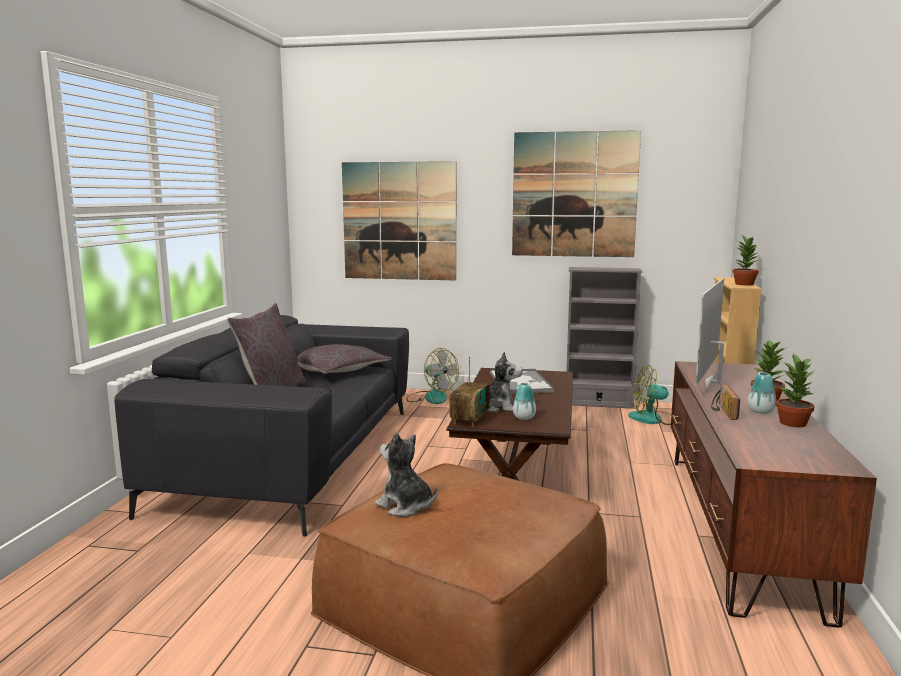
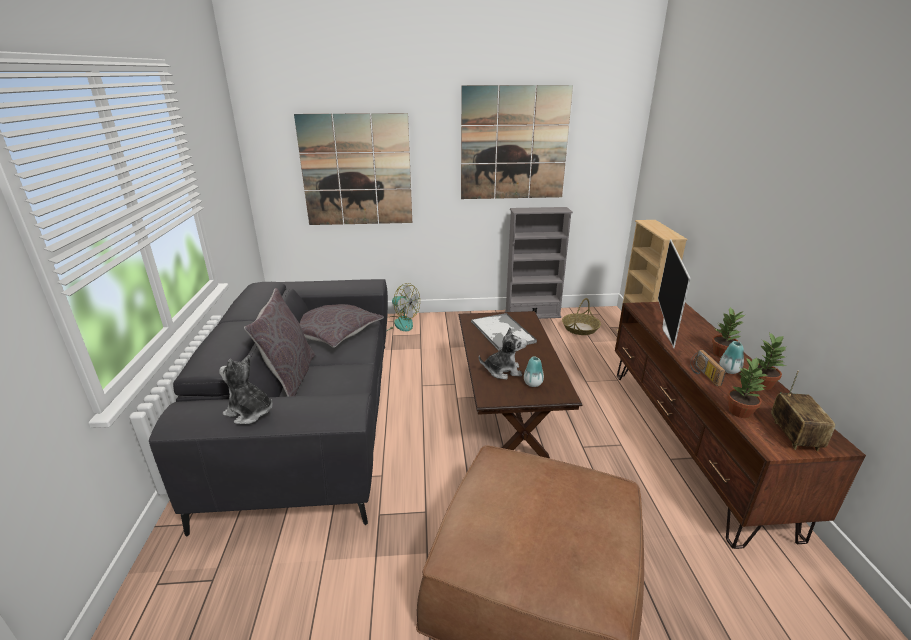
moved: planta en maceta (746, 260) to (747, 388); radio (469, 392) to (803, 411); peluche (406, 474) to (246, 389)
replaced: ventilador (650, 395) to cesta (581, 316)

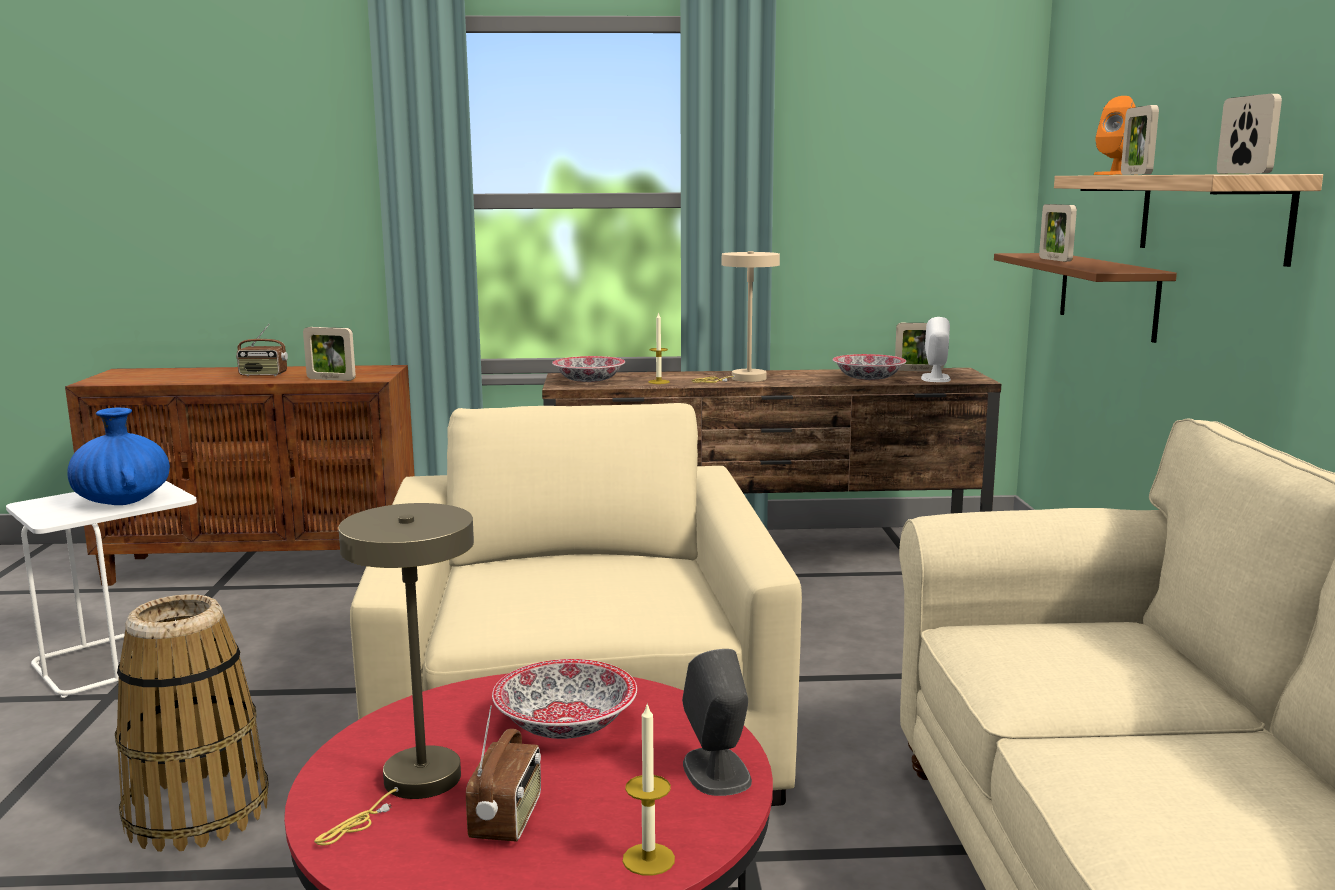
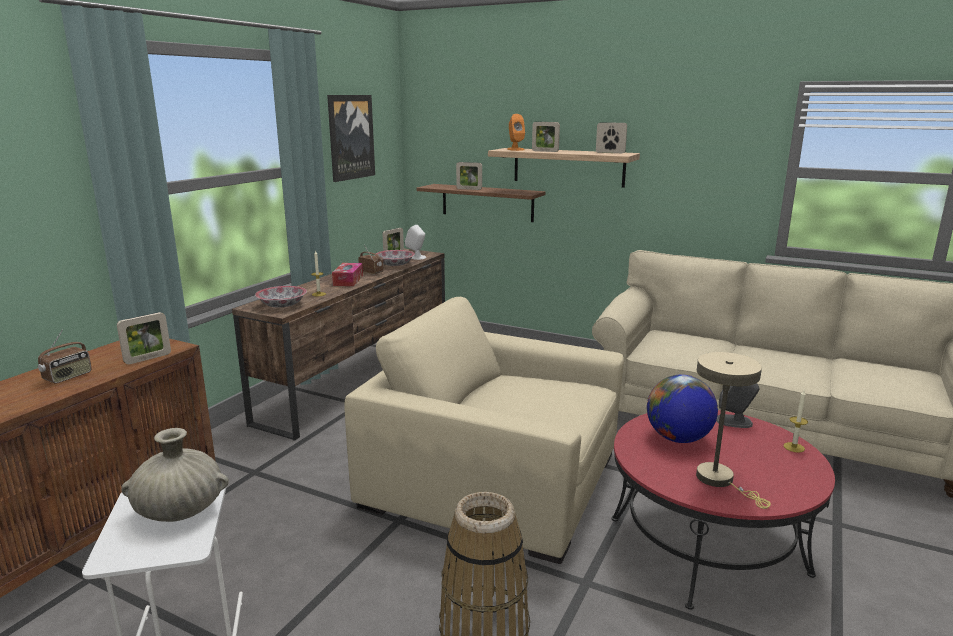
added: cuadro (351, 138)
moved: radio (503, 773) to (371, 260)
replaced: lámpara de mesa (beis) (736, 317) to caja de pañuelos (347, 274); cuenco (564, 699) to globo terráqueo (682, 409)
recoloured: florero (azul) (119, 456) to florero (beis) (175, 475)

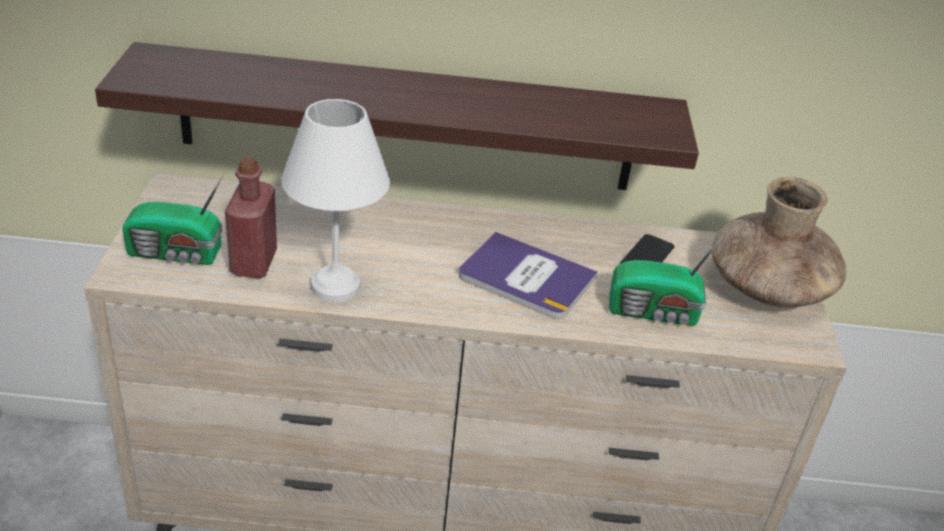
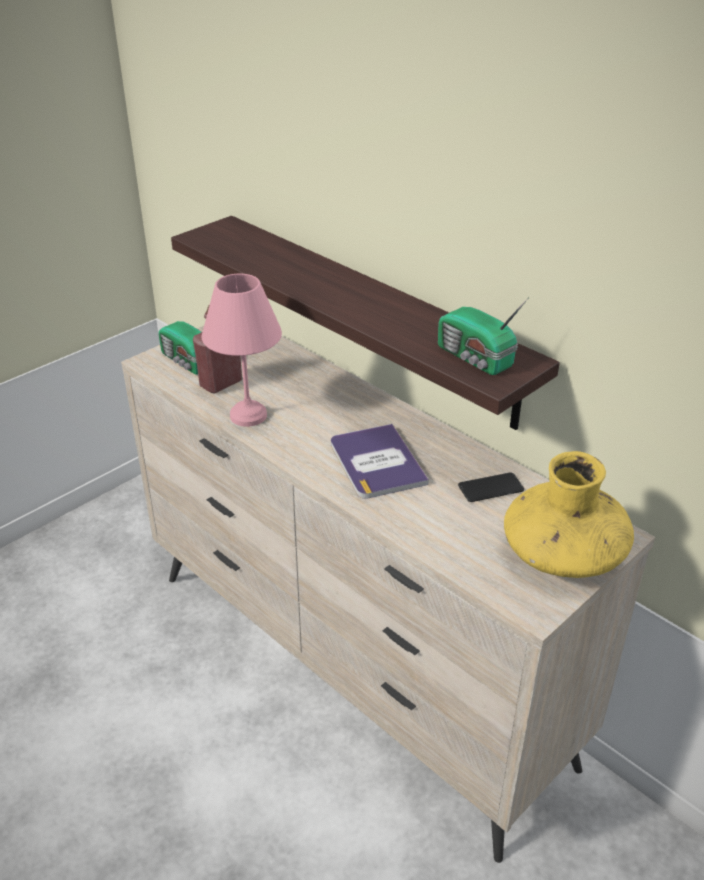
moved: radio (666, 281) to (483, 336)
recoloured: lámpara de mesa (blanco) (335, 200) to lámpara de mesa (rosa) (242, 350); florero (marrón) (779, 242) to florero (amarillo) (569, 514)

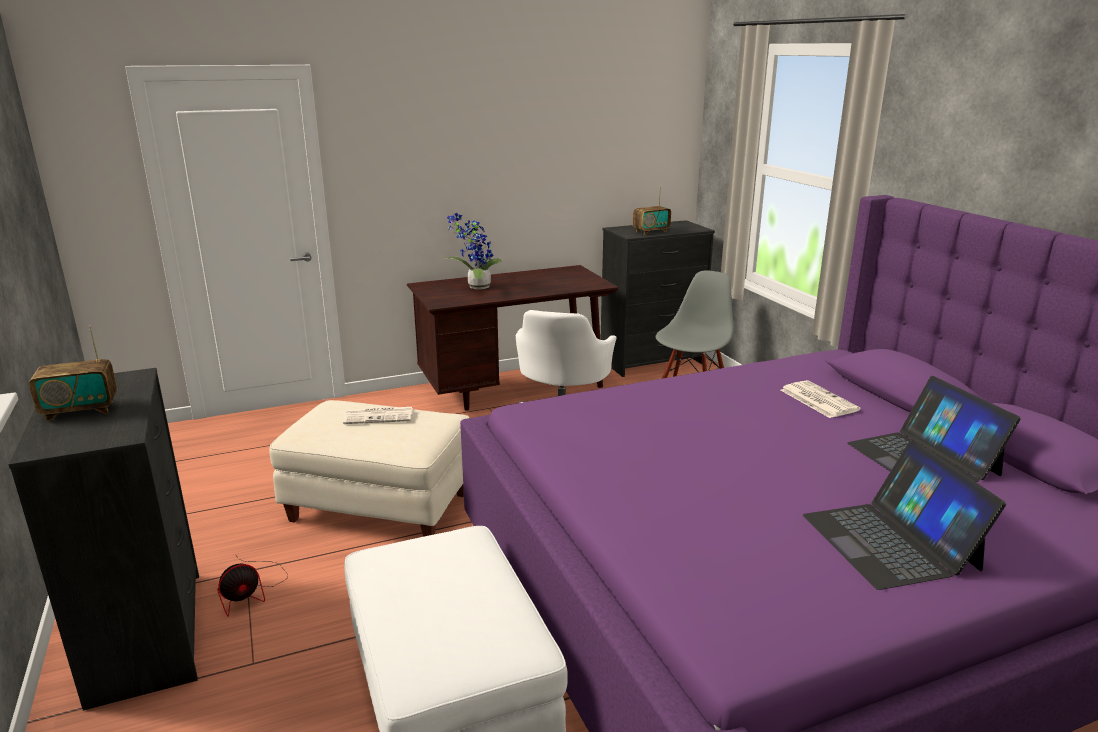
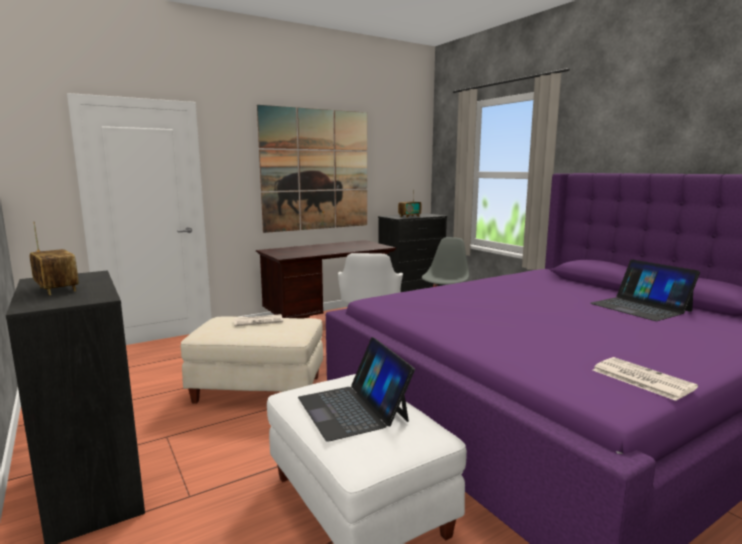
removed: planta en maceta (474, 251); ventilador (252, 585)
added: cuadro (312, 169)
moved: periódico (820, 399) to (645, 379); portátil (904, 515) to (356, 389)
turned: radio (73, 373) = (54, 258) 105 degrees counterclockwise

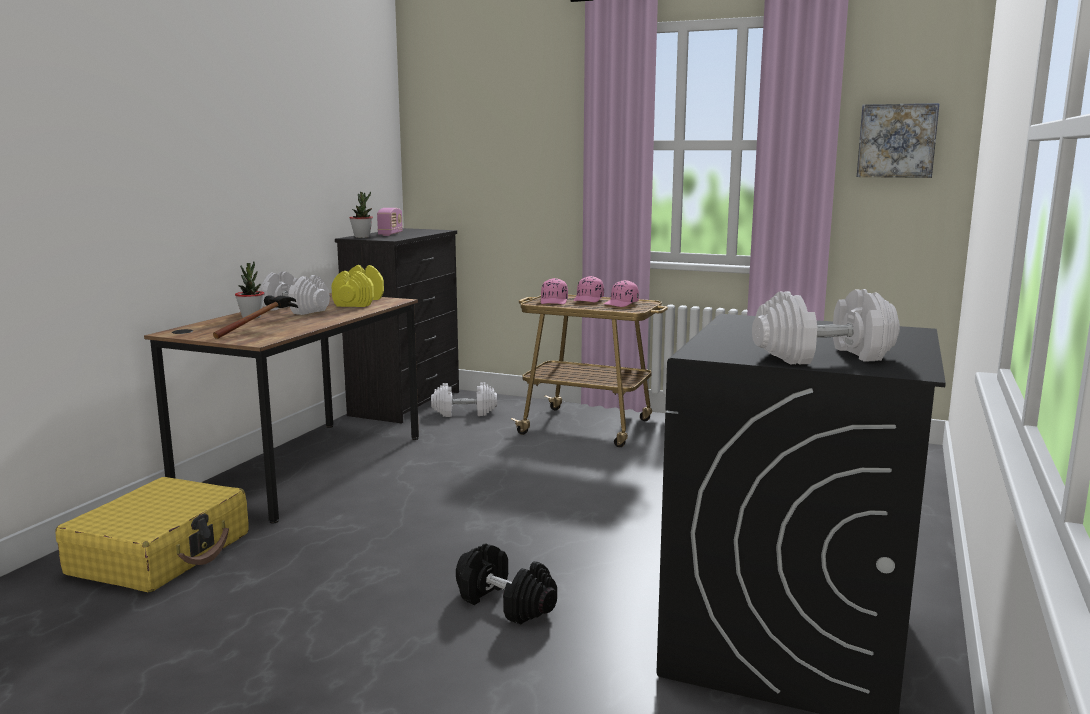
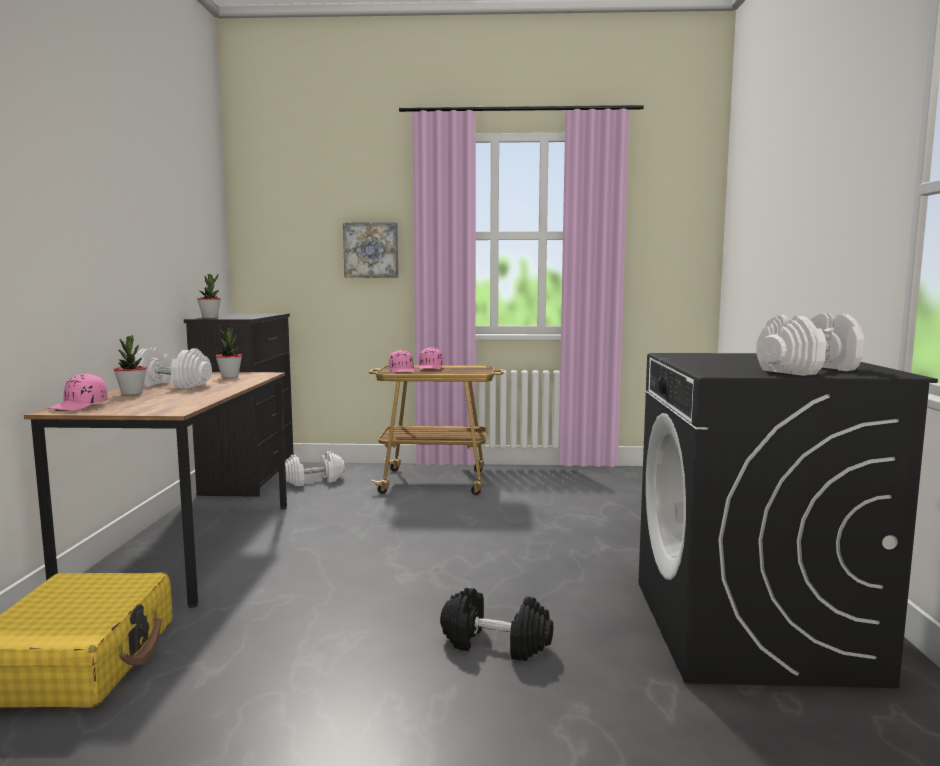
removed: radio (390, 222); martillo (255, 317)
moved: cuadro (898, 140) to (370, 250); gorra (rosa) (621, 293) to (78, 392)
replaced: mancuerna (amarillo) (357, 286) to planta en maceta (228, 353)

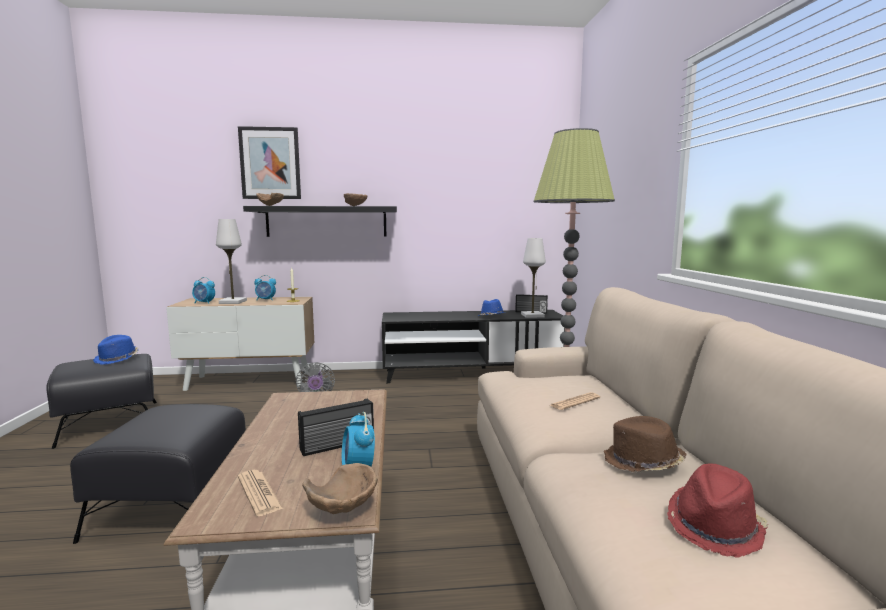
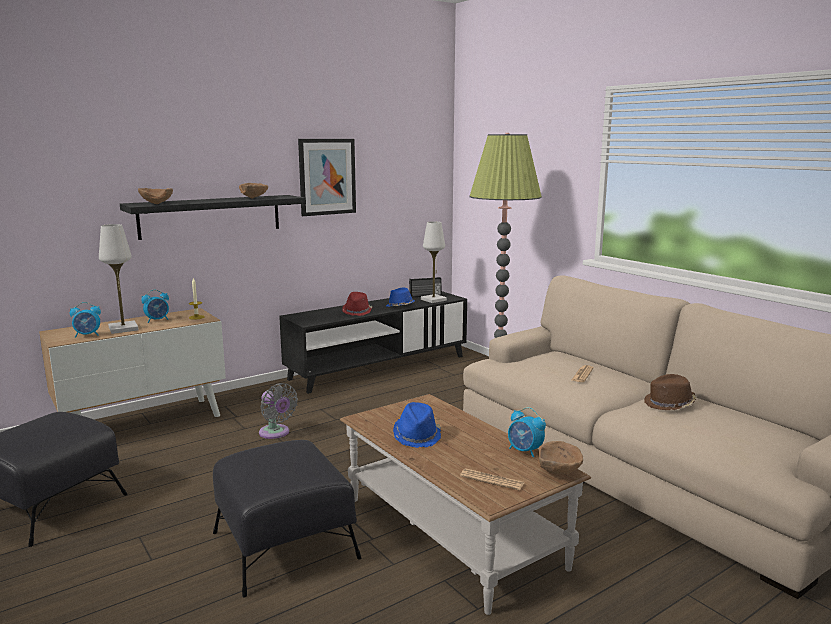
removed: radio (336, 427)
moved: cuadro (269, 162) to (327, 177); sombrero (azul) (115, 350) to (417, 425); sombrero (rojo) (717, 511) to (357, 304)

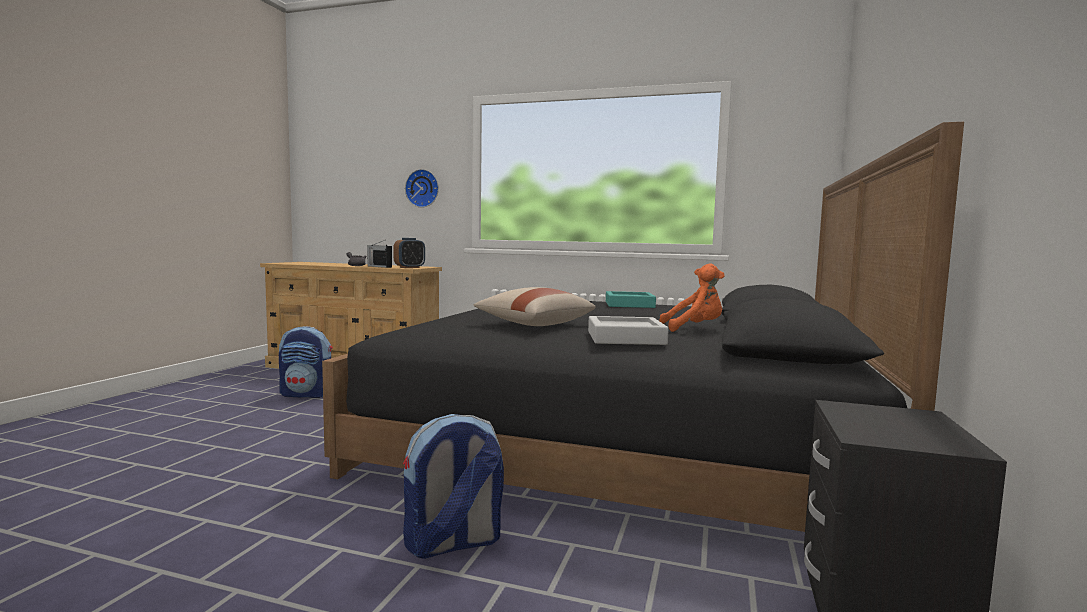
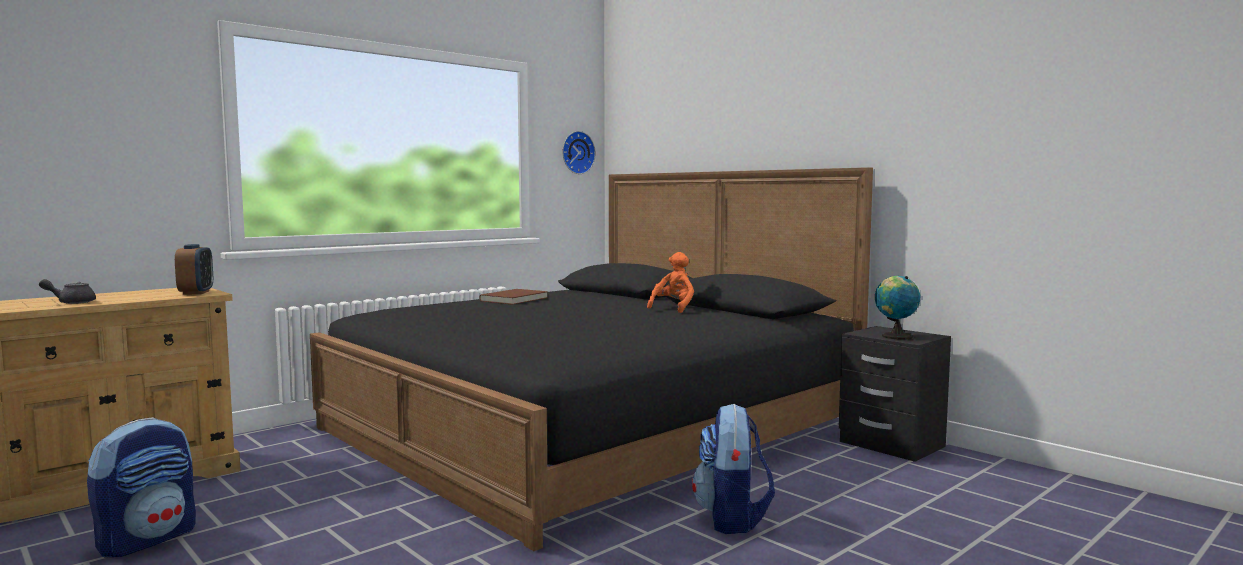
removed: radio (379, 254); cojín (beis) (534, 306); bandeja (gris) (628, 330)
added: globo terráqueo (897, 308)
moved: reloj de pared (422, 188) to (579, 152)
replaced: bandeja (turquesa) (631, 299) to libro (marrón) (514, 297)

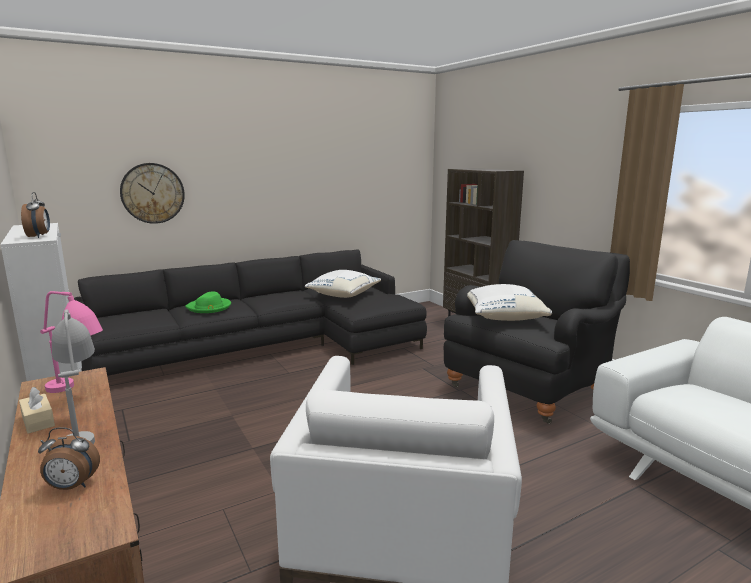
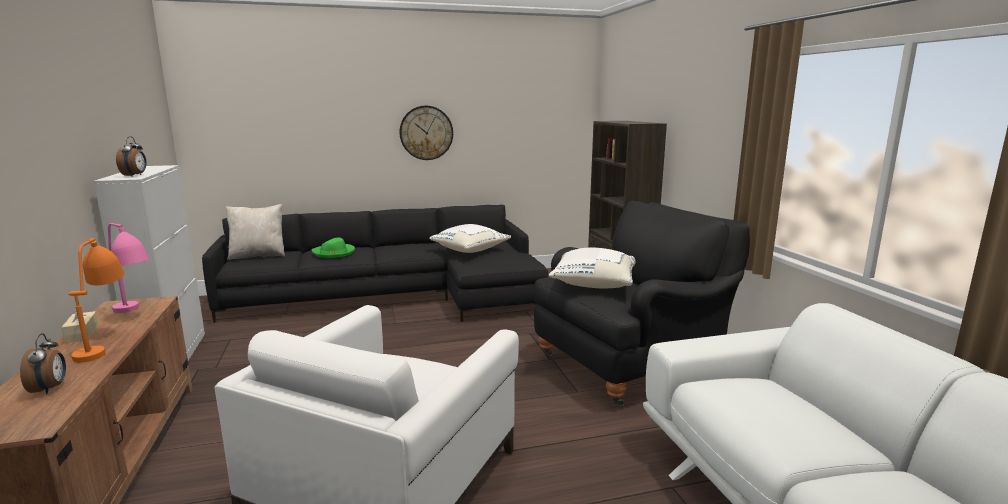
added: cojín (beis) (255, 232)
moved: reloj de pared (152, 193) to (426, 133)
recoloured: lámpara de mesa (gris) (73, 376) to lámpara de mesa (naranja) (96, 300)
turned: despertador (69, 458) = (43, 363) 120 degrees counterclockwise

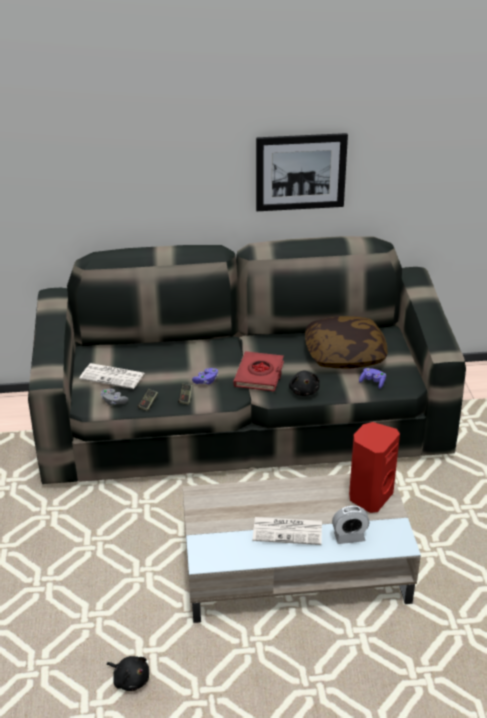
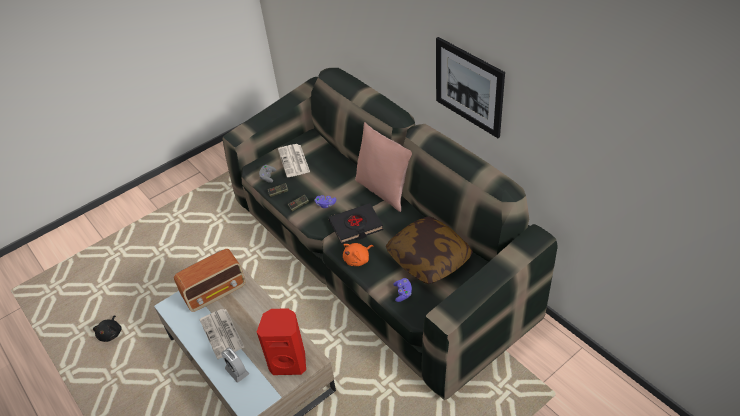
added: cojín (rosa) (383, 167); radio (209, 280)
recoloured: libro (rojo) (259, 371) to libro (negro) (356, 223); peluche (negro) (304, 383) to peluche (naranja) (358, 254)

